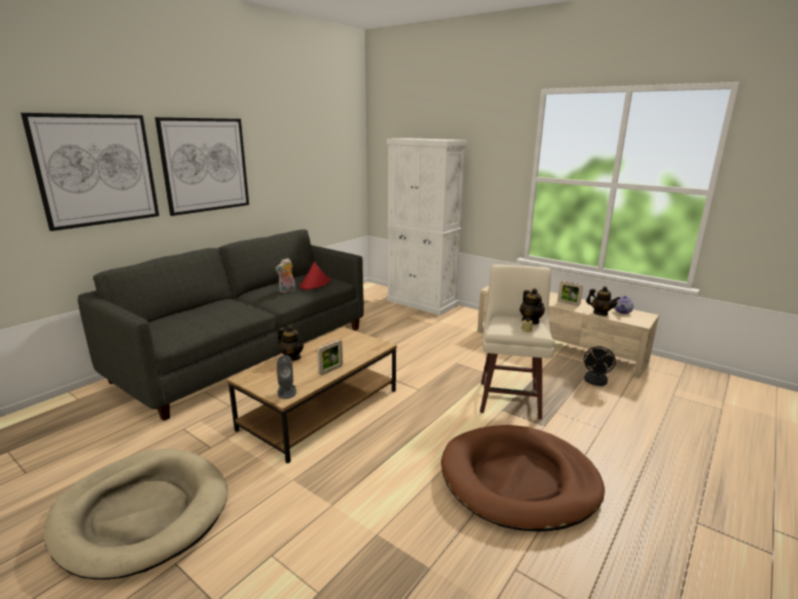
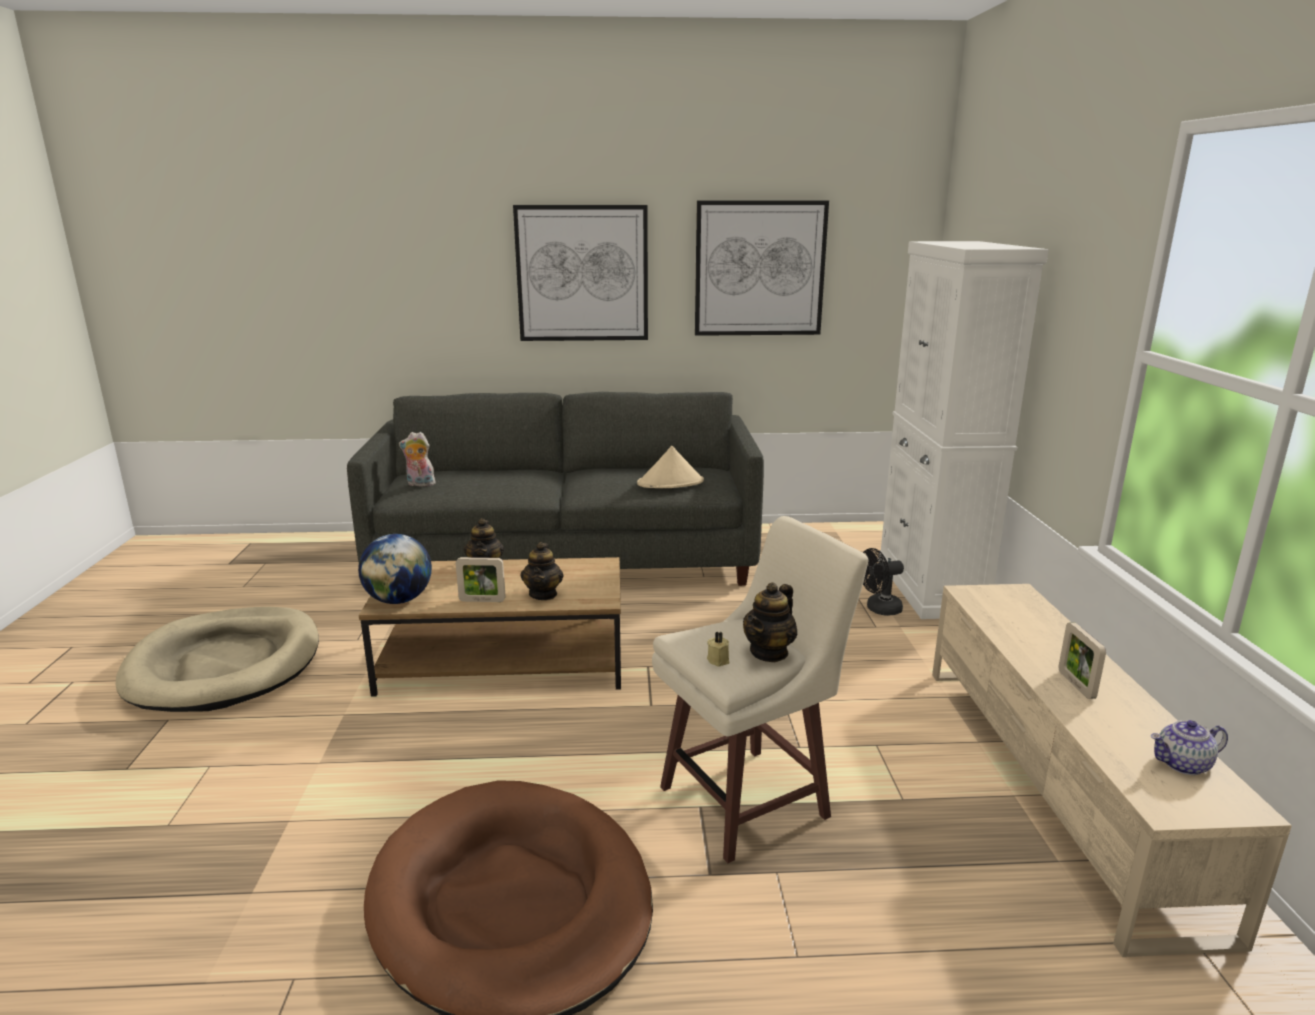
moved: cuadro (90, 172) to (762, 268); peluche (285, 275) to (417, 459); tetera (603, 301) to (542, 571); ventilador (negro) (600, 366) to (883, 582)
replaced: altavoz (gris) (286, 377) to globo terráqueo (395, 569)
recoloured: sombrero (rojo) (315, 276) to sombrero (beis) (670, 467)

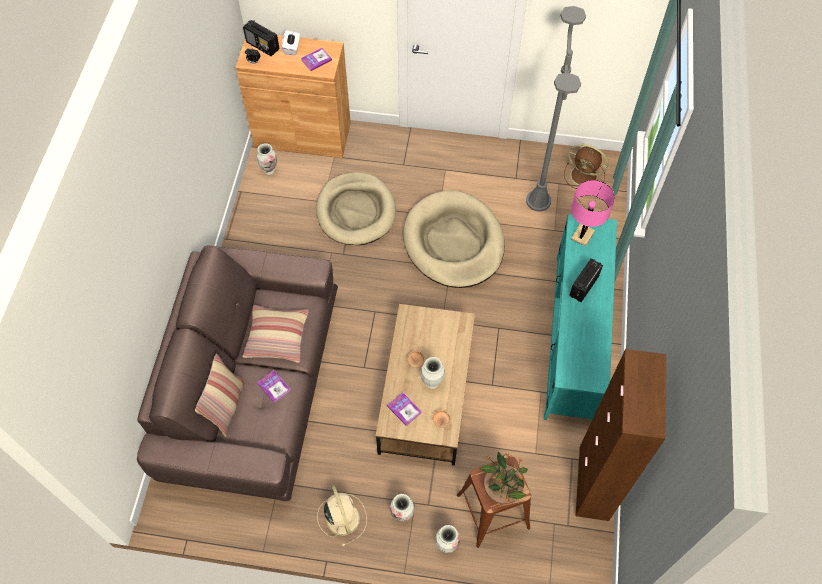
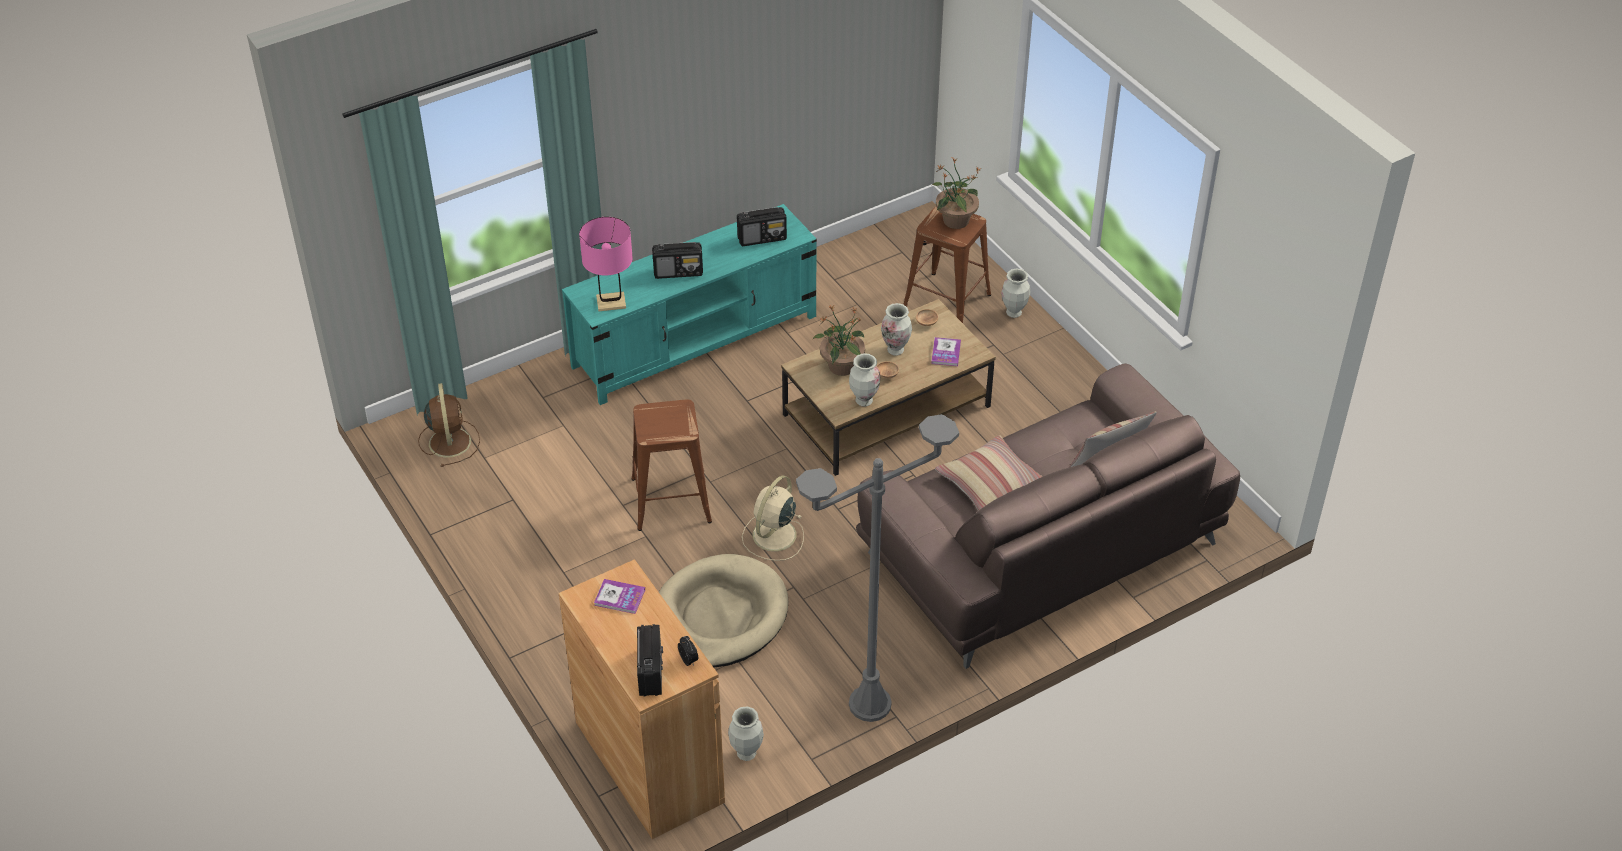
removed: caja de pañuelos (blanco) (291, 42); armario (marrón) (620, 435); libro (274, 386)
added: radio (762, 226); planta en maceta (839, 340)
moved: lámpara de pie (gris) (556, 109) to (877, 568); ventilador (beis) (342, 515) to (773, 518); florero (402, 508) to (864, 380)
replaced: cama para perro (beis) (454, 239) to taburete (marrón) (672, 465)

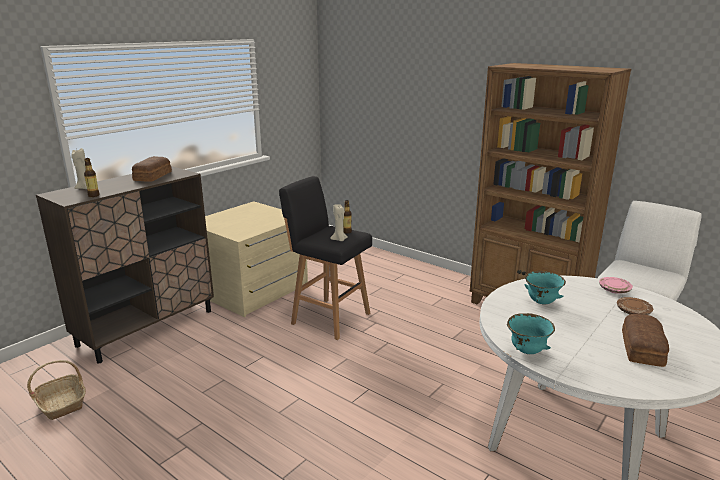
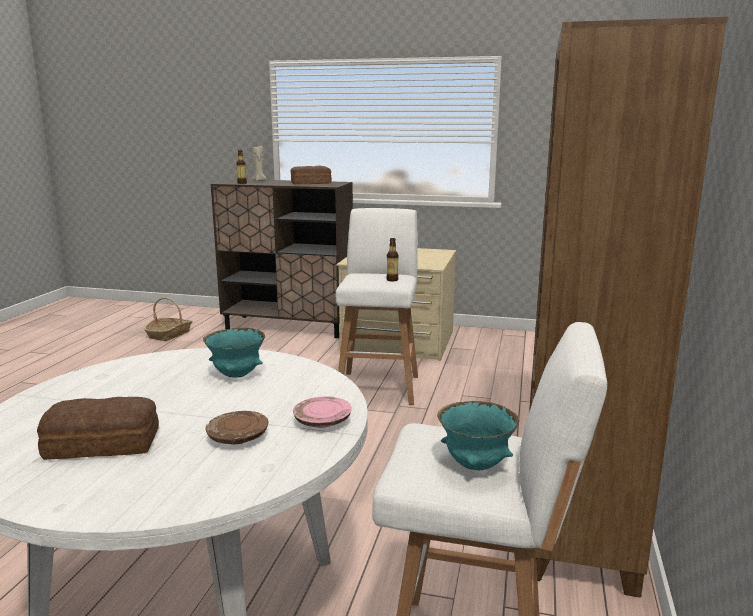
removed: vela (beis) (339, 222)
moved: cuenco (turquesa) (531, 333) to (478, 435)
recoloured: taburete (negro) (325, 258) to taburete (blanco) (377, 306)

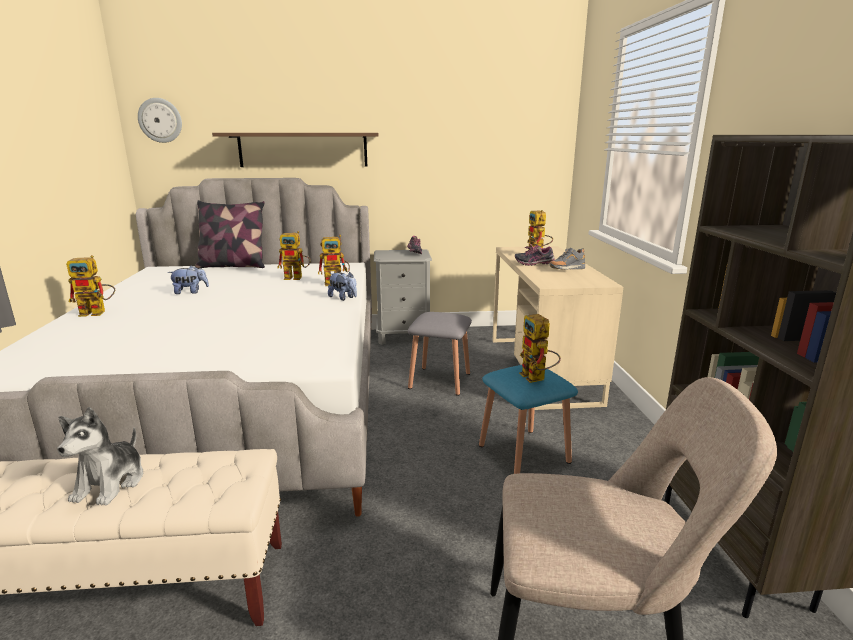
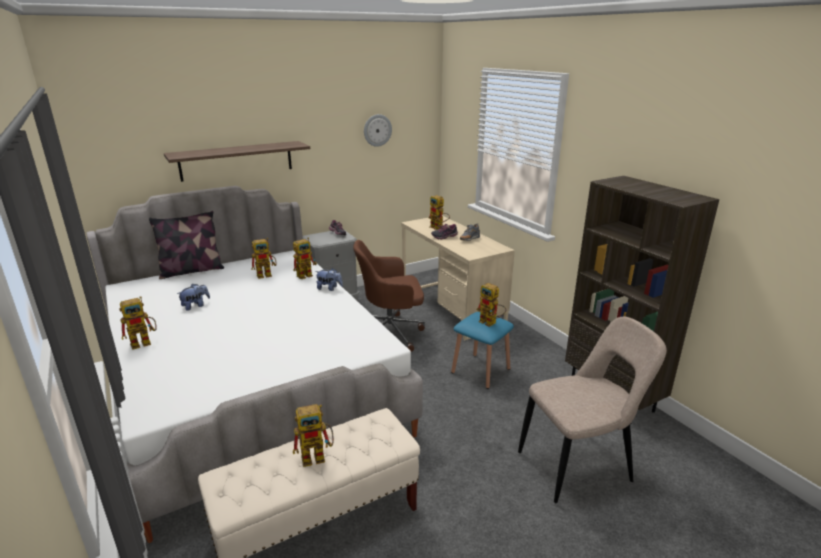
moved: reloj de pared (160, 120) to (378, 130)
replaced: taburete (gris) (440, 354) to silla de oficina (marrón) (389, 296); peluche (100, 456) to robot de juguete (313, 435)

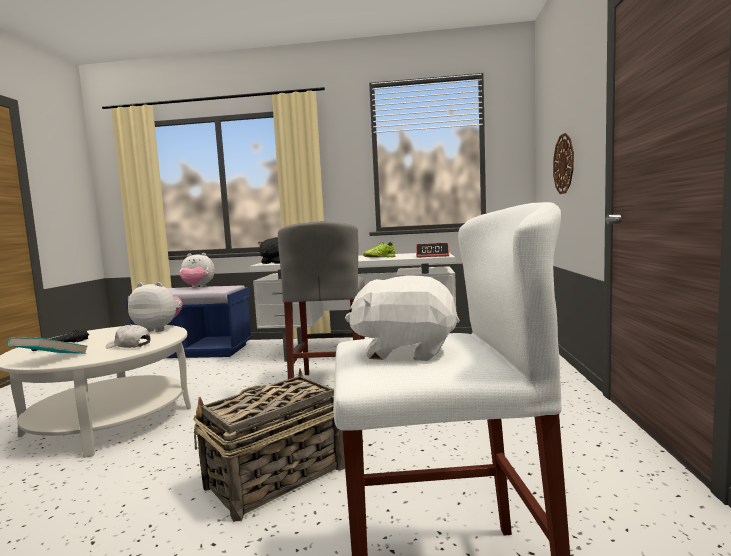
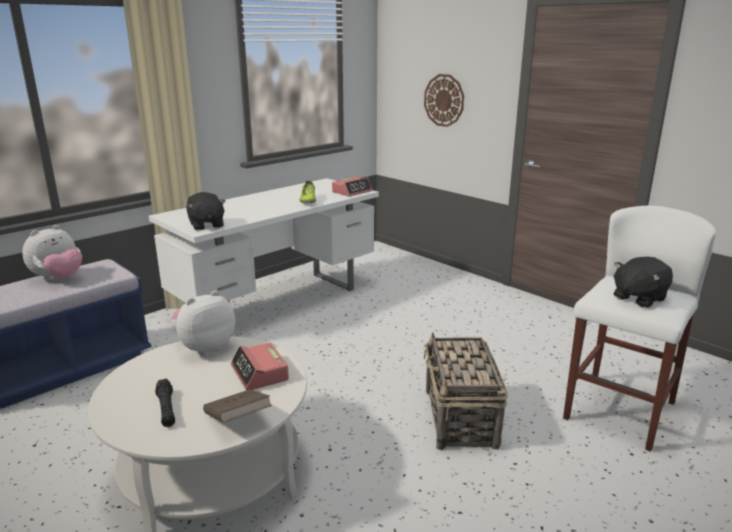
removed: taburete (gris) (321, 300)
replaced: gorra (blanco) (127, 336) to despertador (260, 366)
recoloured: peluche (blanco) (402, 318) to peluche (negro) (643, 282); libro (turquesa) (48, 345) to libro (marrón) (237, 406)

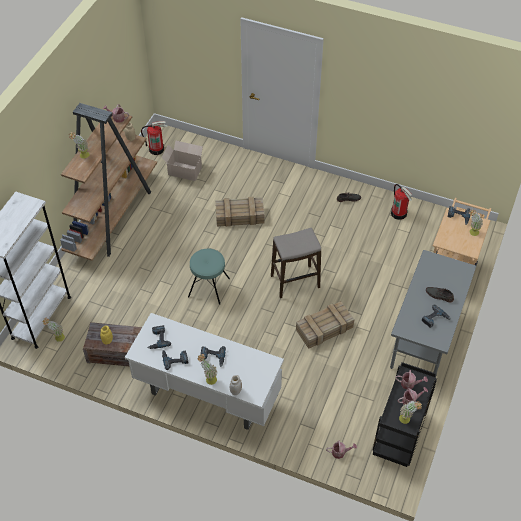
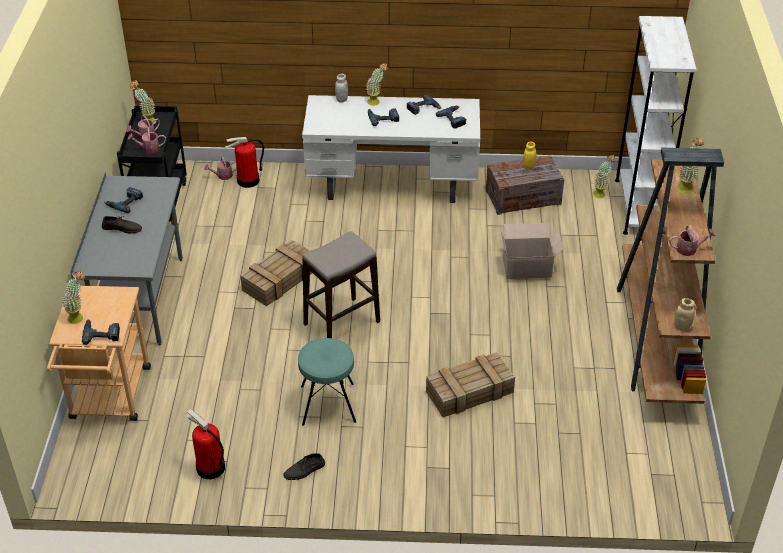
moved: extintor (154, 138) to (244, 162); caja de cartón (182, 161) to (531, 251); taburete (turquesa) (209, 277) to (327, 382)

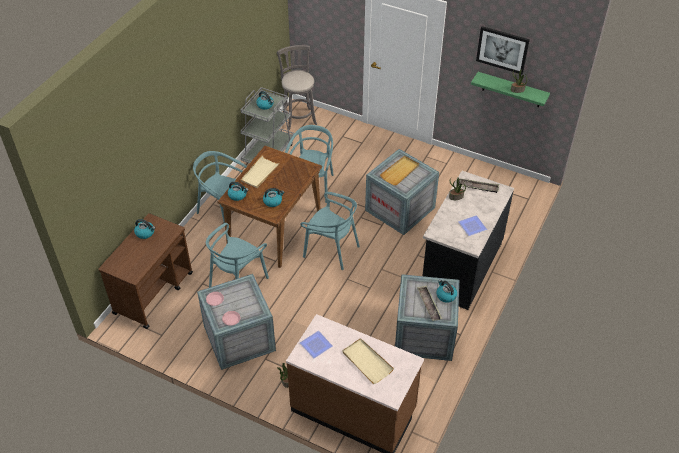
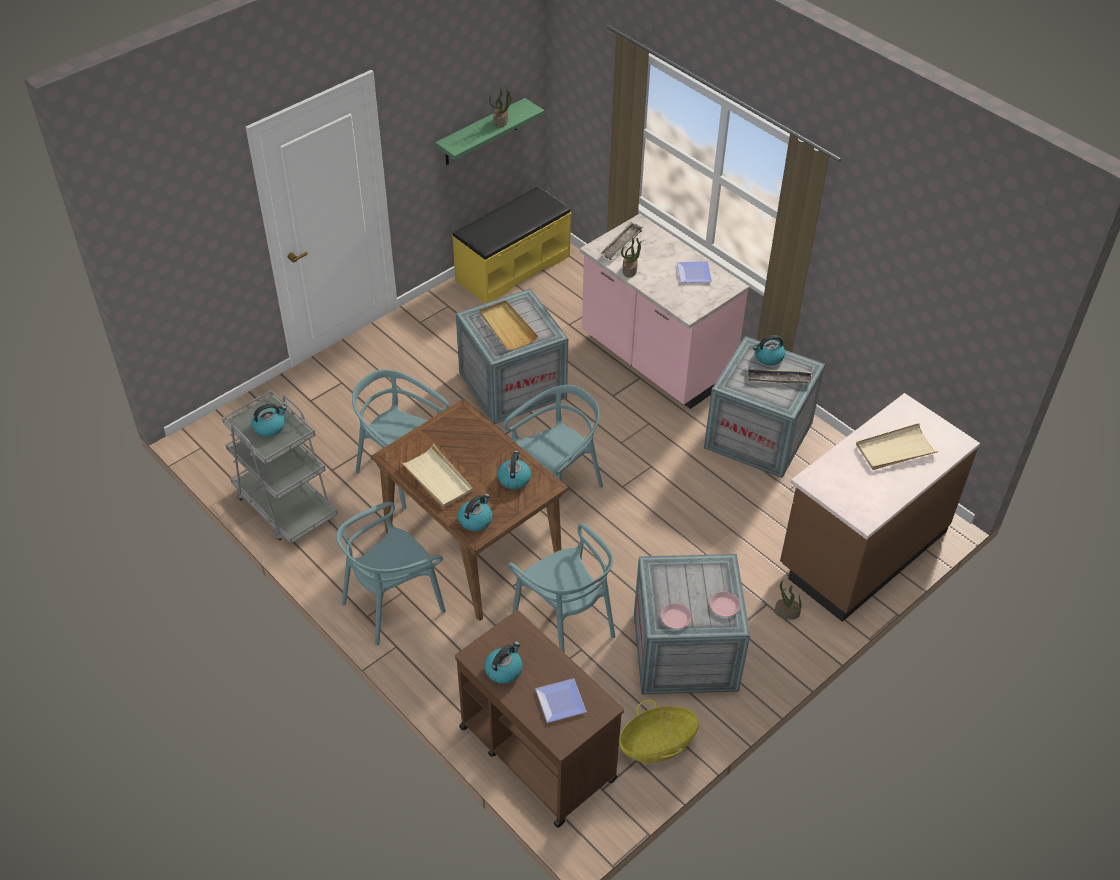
removed: cuadro (503, 50); taburete (gris) (297, 87)
added: banco (amarillo) (511, 244); cesta (659, 731)
moved: plato (316, 344) to (561, 700)
recoloured: mueble bajo de cocina (negro) (468, 240) to mueble bajo de cocina (rosa) (664, 311)

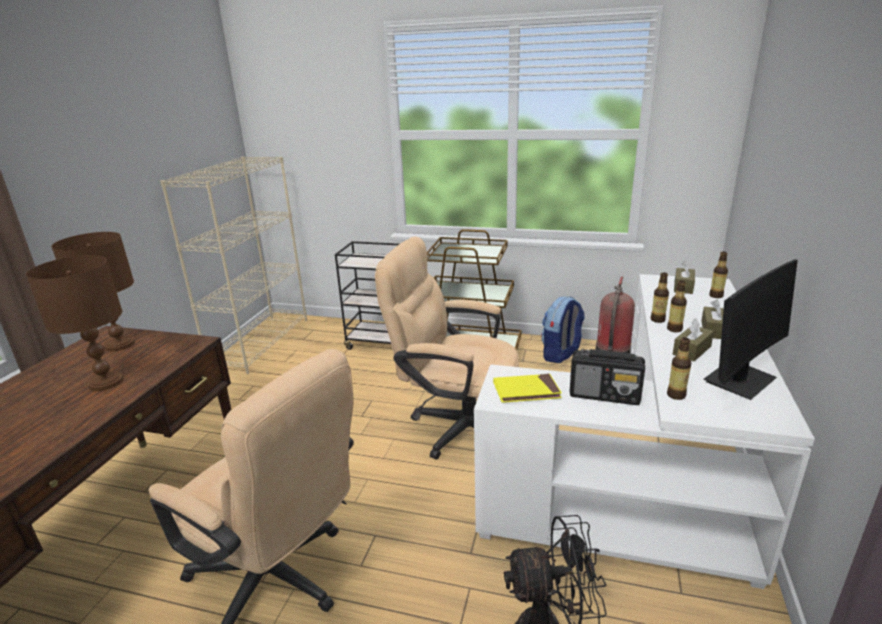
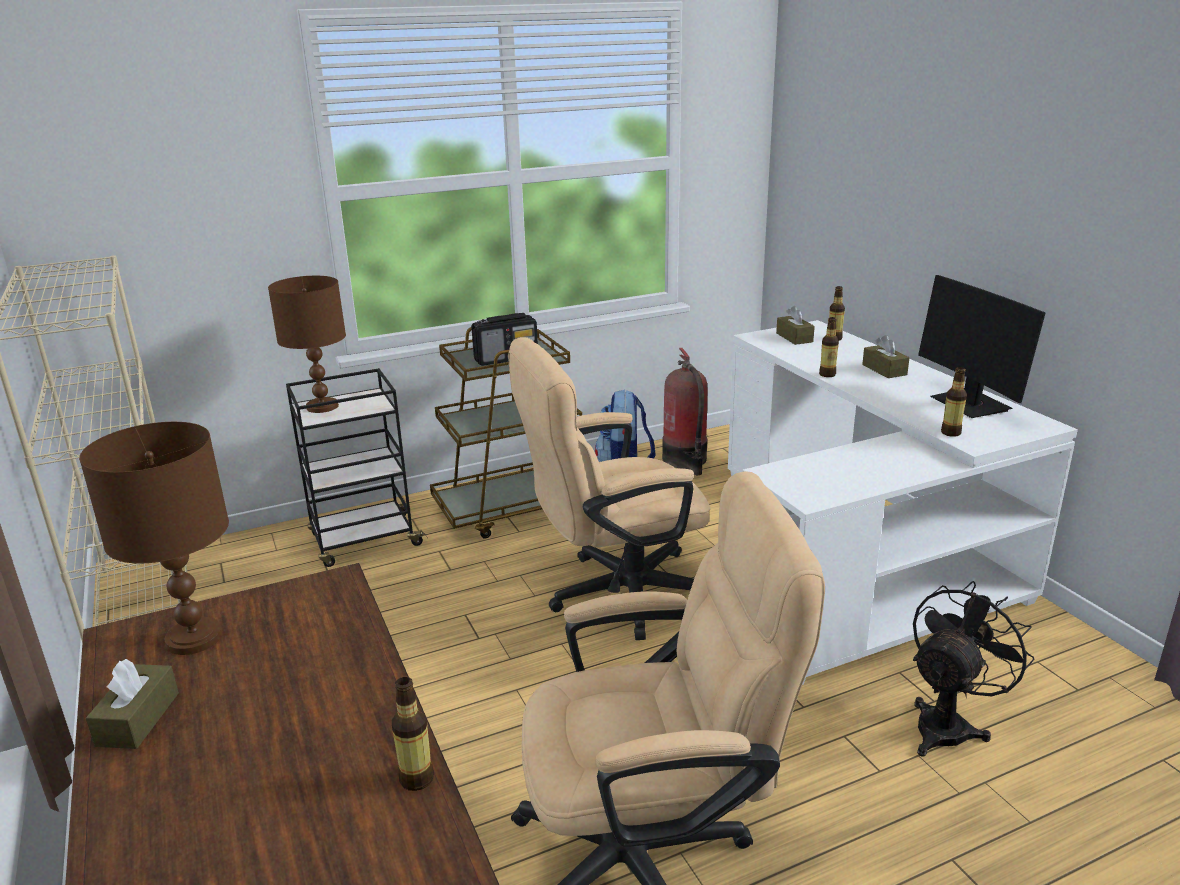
removed: libro (amarillo) (527, 388)
moved: lámpara de mesa (marrón) (74, 323) to (307, 344); botella (677, 306) to (413, 734); caja de pañuelos (marrón) (693, 339) to (132, 704); radio (607, 377) to (504, 339)
turned: monitor (751, 329) = (981, 346) 150 degrees clockwise

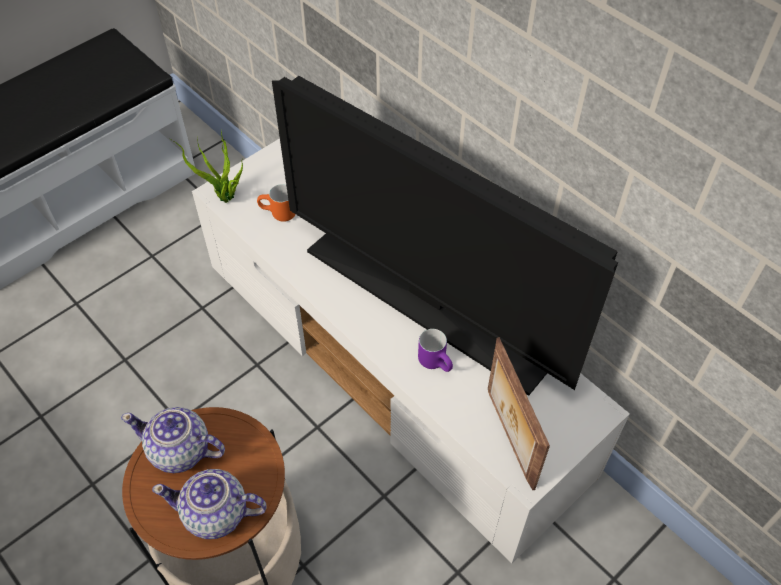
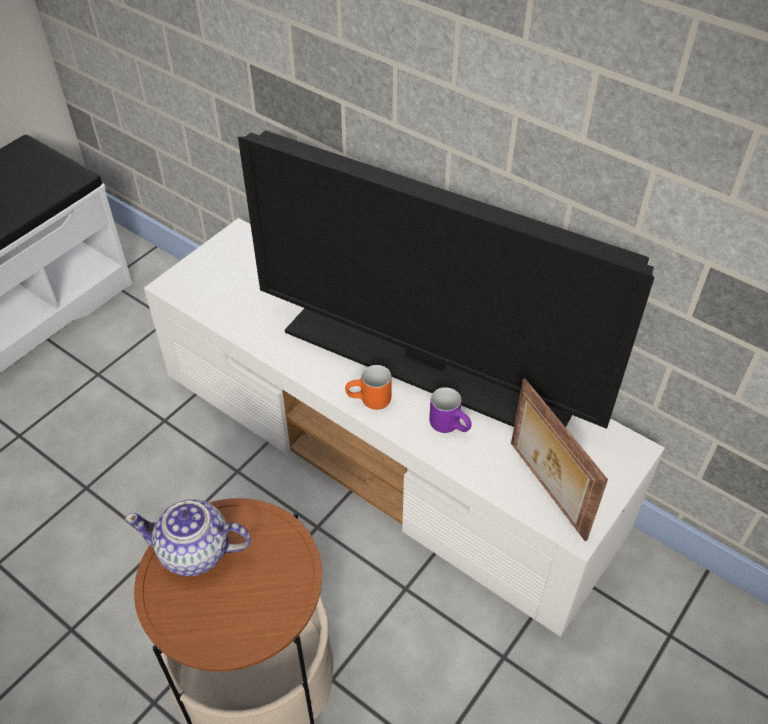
removed: planta en maceta (206, 166); tetera (209, 504)
moved: taza grande (naranja) (276, 203) to (368, 387)

